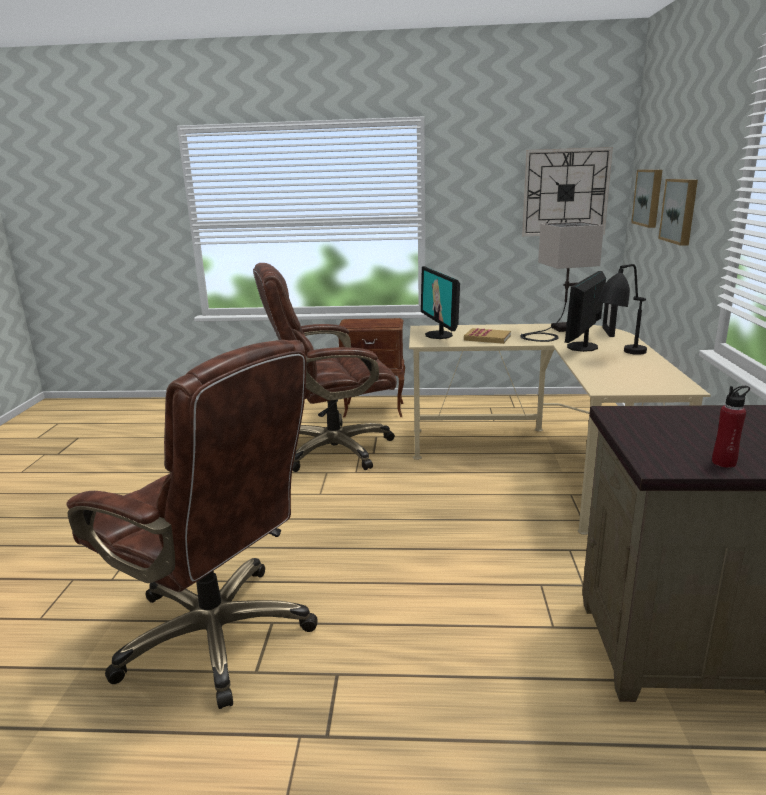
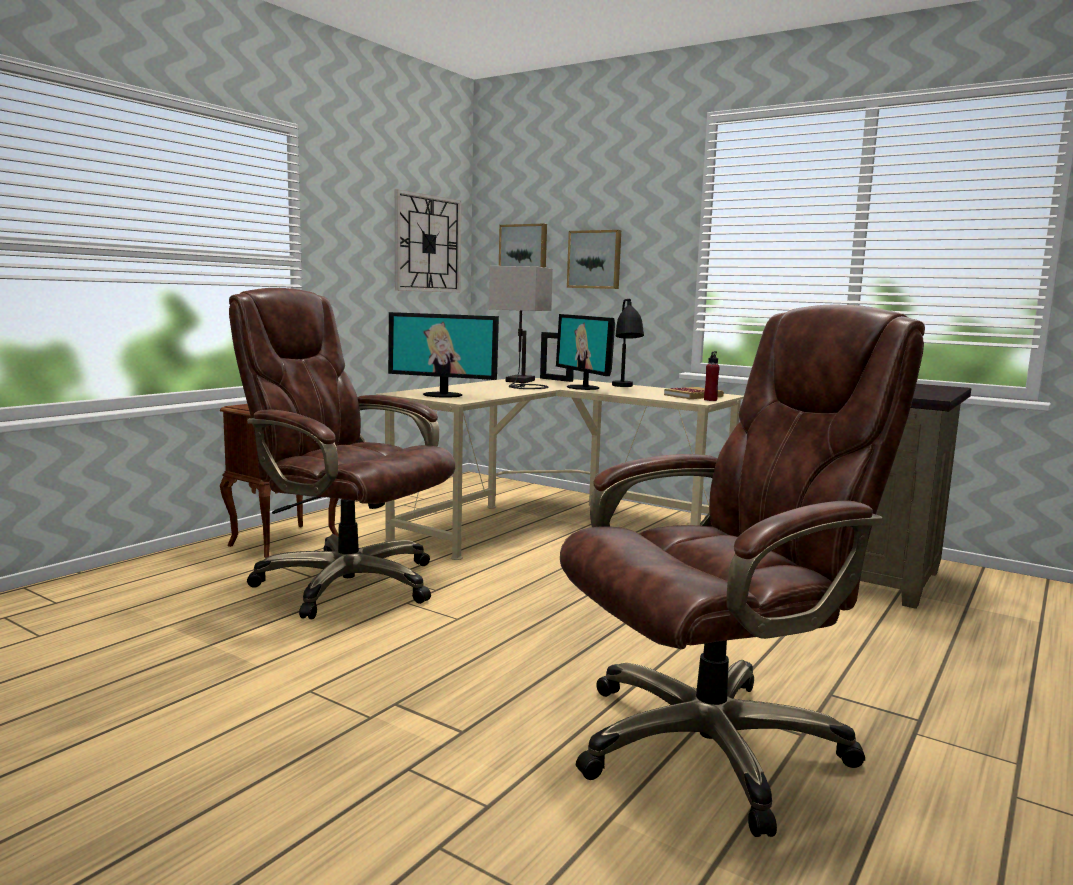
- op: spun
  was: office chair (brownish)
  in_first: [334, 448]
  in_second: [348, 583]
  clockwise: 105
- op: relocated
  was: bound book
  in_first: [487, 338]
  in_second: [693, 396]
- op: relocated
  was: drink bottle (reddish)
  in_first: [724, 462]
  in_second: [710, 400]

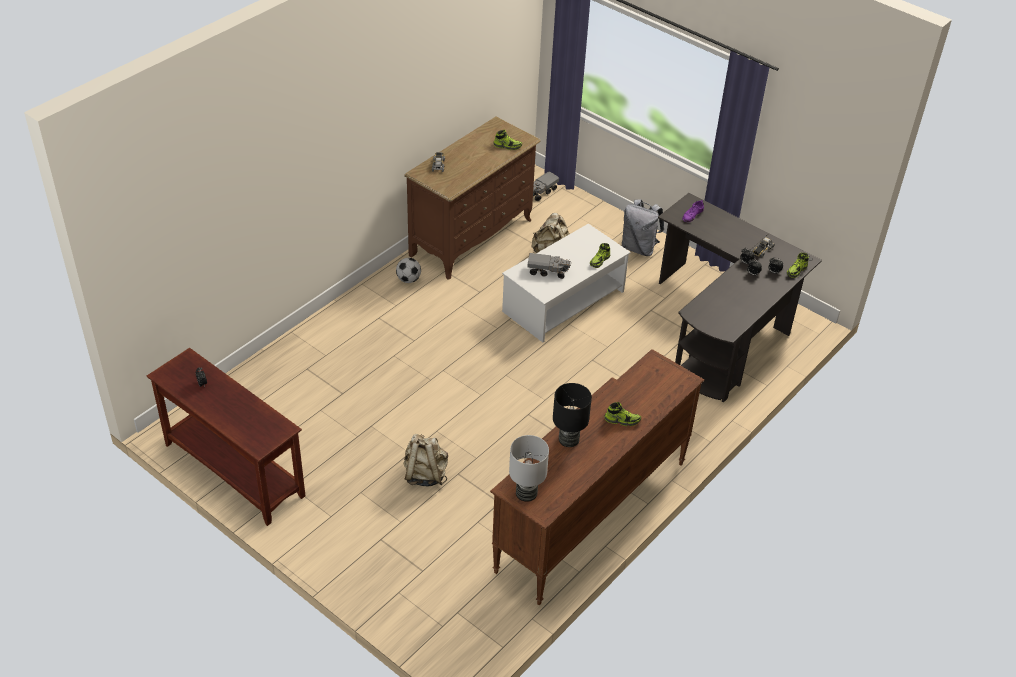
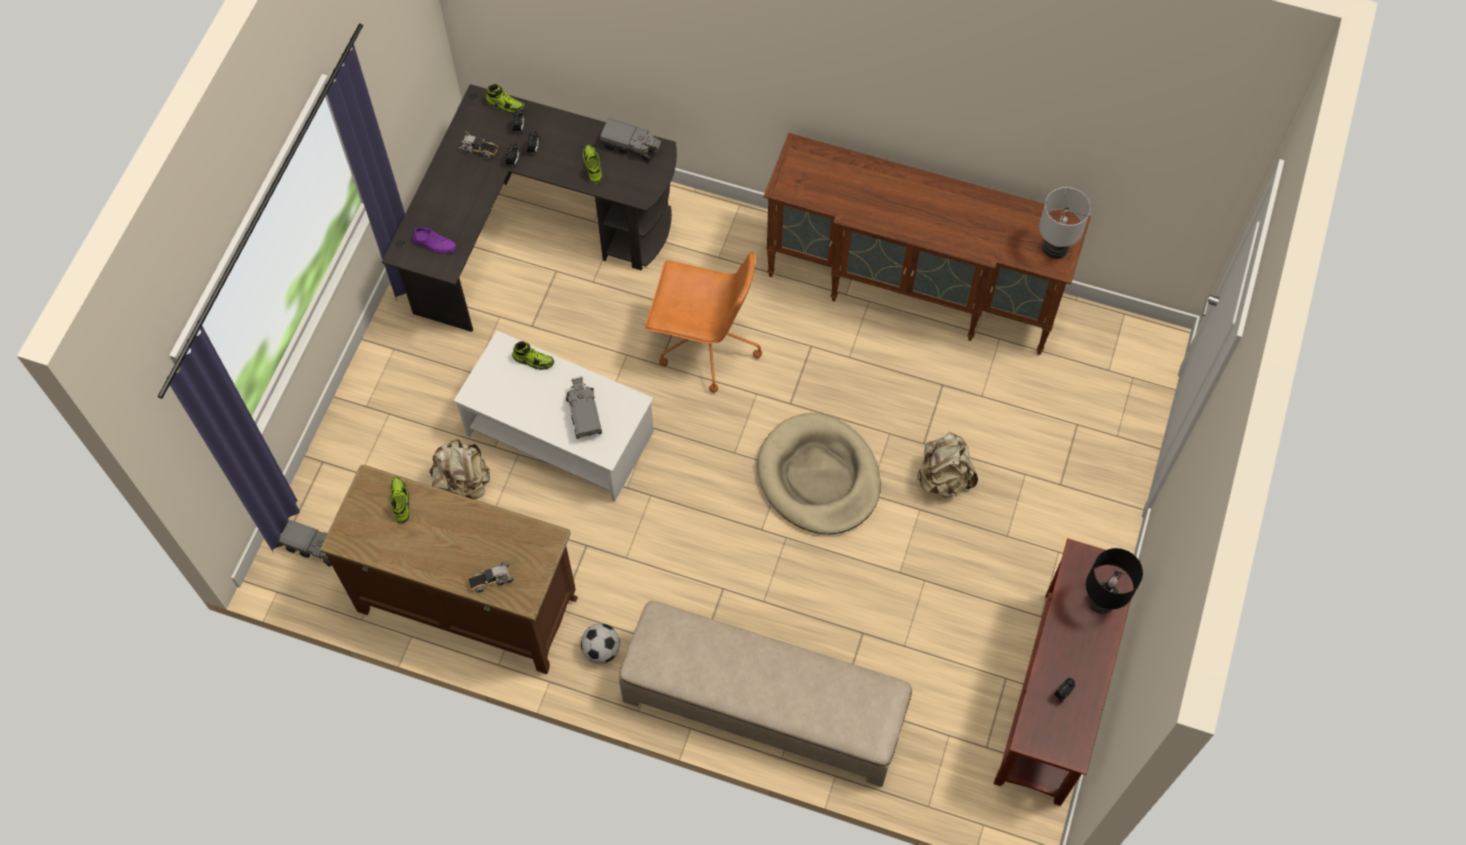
- op: missing
  was: knapsack (grey)
  in_first: [639, 248]
- op: relocated
  was: tabletop lamp (black)
  in_first: [569, 439]
  in_second: [1101, 600]
- op: relocated
  was: shoe
  in_first: [622, 420]
  in_second: [592, 167]
- op: appeared
  now: model truck
  in_second: [632, 146]
- op: appeared
  now: office chair (orange-coloured)
  in_second: [704, 346]
- op: appeared
  now: dog bed (beige)
  in_second: [818, 477]
- op: appeared
  now: bench (beige)
  in_second: [762, 705]

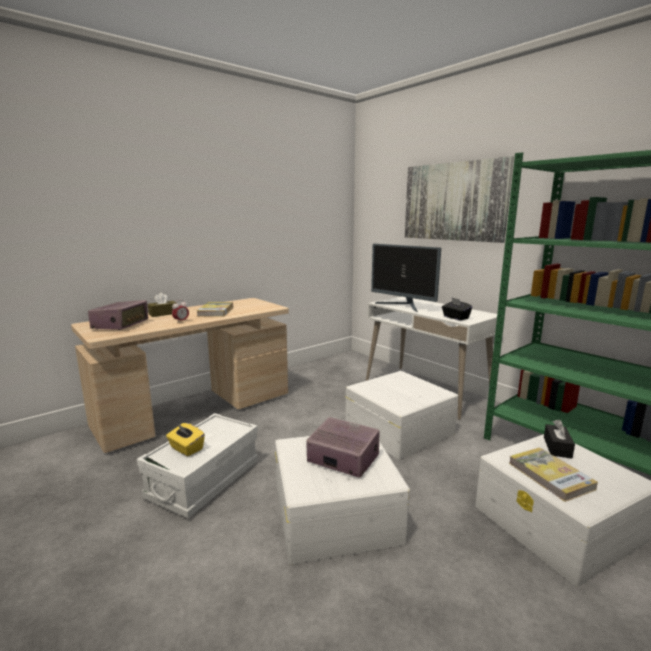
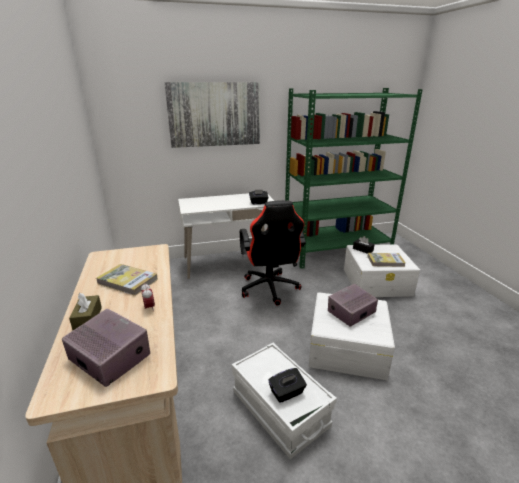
- op: missing
  was: computer screen
  in_first: [403, 306]
- op: exchanged
  was: storage bin (white)
  now: office chair (black)
  in_first: [398, 428]
  in_second: [270, 291]
- op: colour
  was: tissue holder (yellowish)
  now: tissue holder (black)
  in_first: [186, 449]
  in_second: [287, 393]

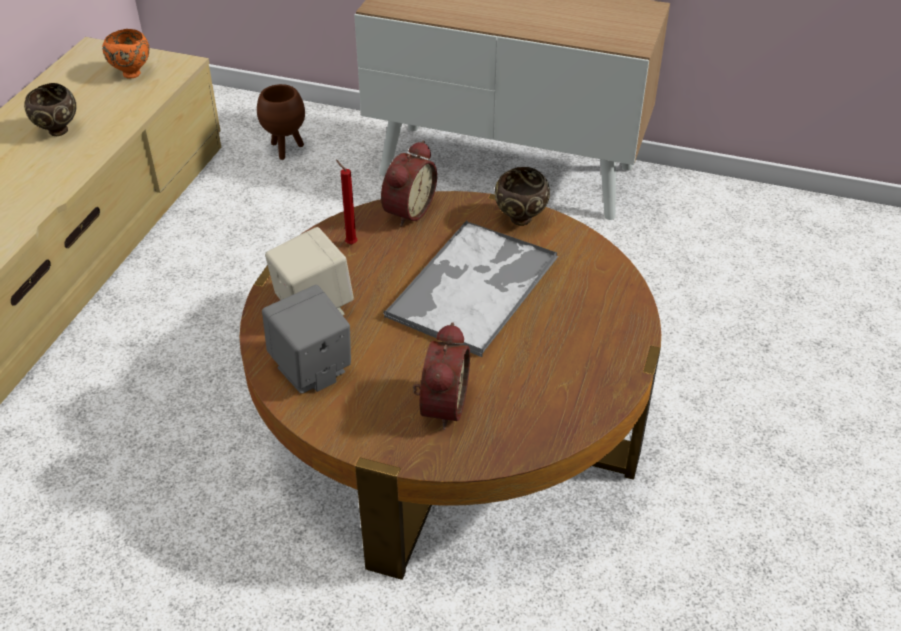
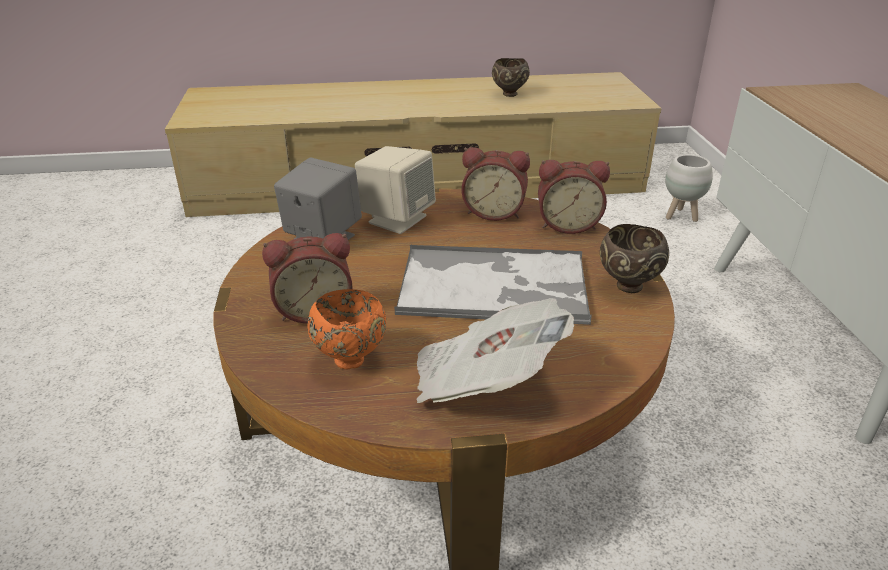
- op: relocated
  was: deep dish (orange-coloured)
  in_first: [131, 73]
  in_second: [351, 359]
- op: colour
  was: plant pot (brownish)
  now: plant pot (white)
  in_first: [285, 150]
  in_second: [680, 216]
- op: exchanged
  was: wax candle (reddish)
  now: alarm clock
  in_first: [350, 243]
  in_second: [494, 212]
- op: appeared
  now: newspaper
  in_second: [484, 382]

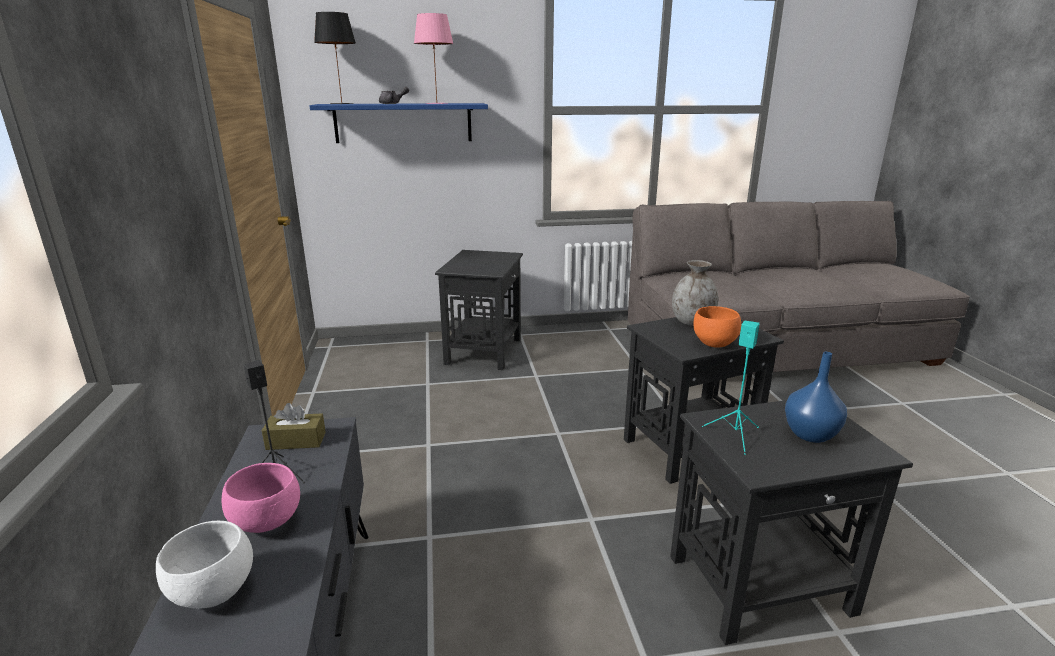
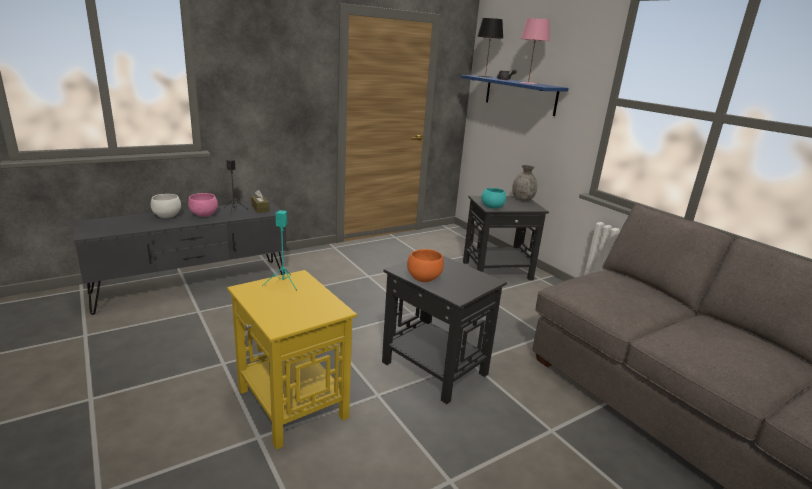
- op: relocated
  was: vase (grey)
  in_first: [692, 322]
  in_second: [522, 199]
- op: missing
  was: vase (bluish)
  in_first: [810, 435]
- op: colour
  was: side table (black)
  now: side table (yellowish)
  in_first: [761, 584]
  in_second: [292, 404]
- op: appeared
  now: deep dish (blue-green)
  in_second: [492, 207]

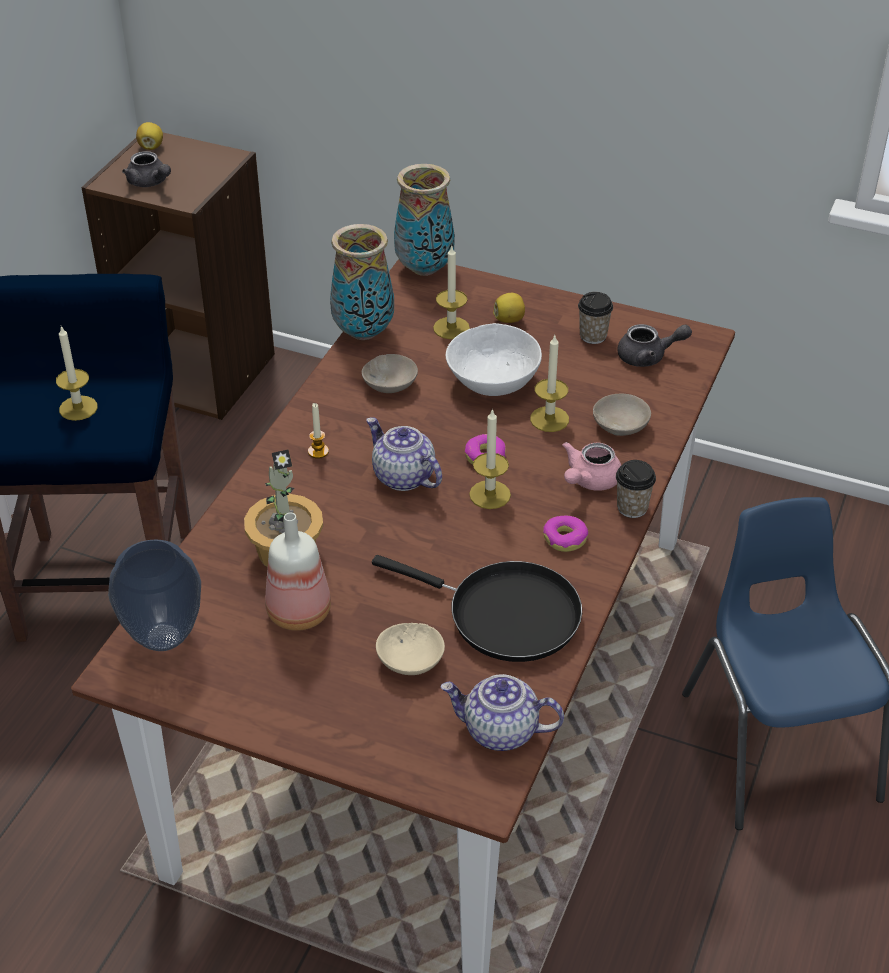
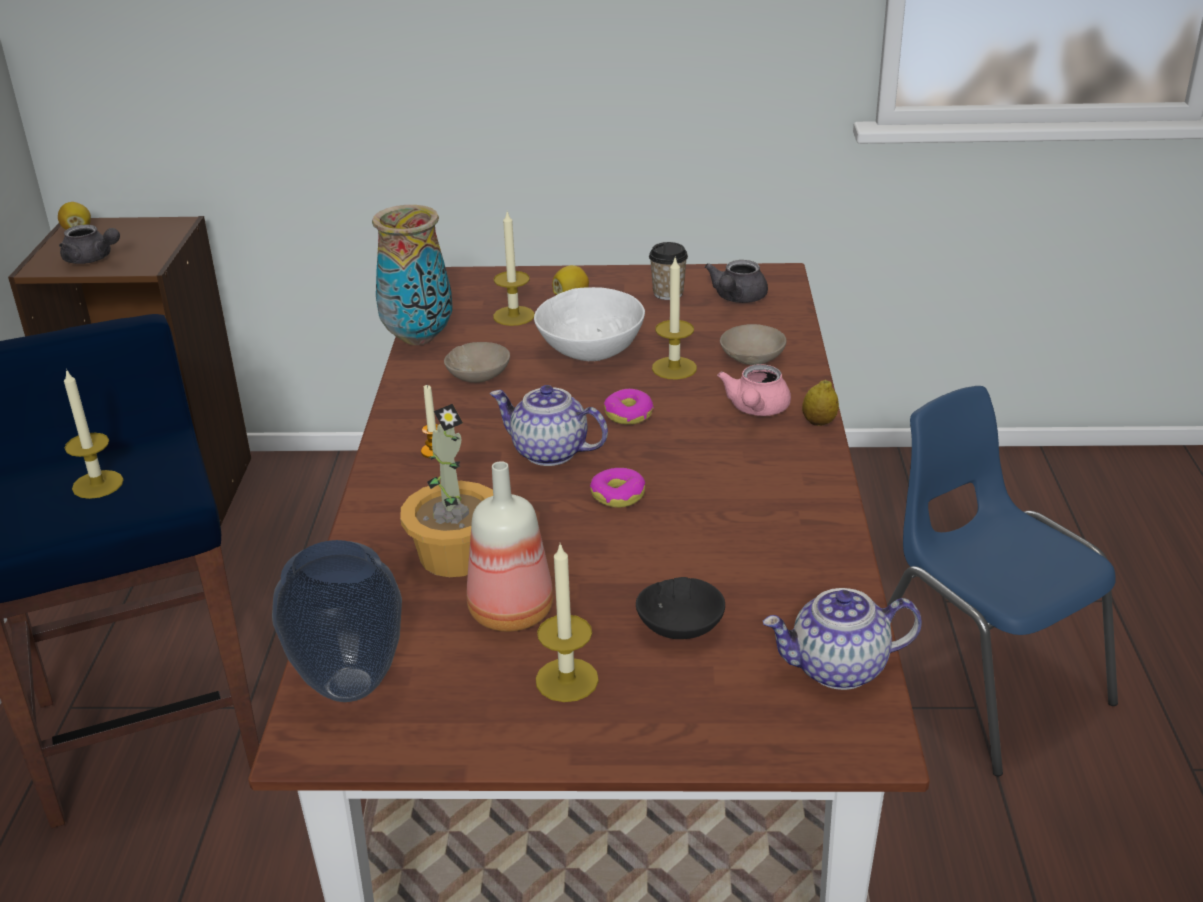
- op: missing
  was: vase
  in_first: [424, 268]
- op: spun
  was: teapot (grey)
  in_first: [648, 357]
  in_second: [737, 298]
  clockwise: 135
- op: relocated
  was: wax candle
  in_first: [490, 494]
  in_second: [567, 680]
- op: exchanged
  was: small cup
  now: citrus fruit
  in_first: [632, 508]
  in_second: [819, 422]
- op: relocated
  was: ring doughnut
  in_first: [565, 539]
  in_second: [618, 495]
- op: missing
  was: skillet (black)
  in_first: [505, 615]
- op: colour
  was: deep dish (beige)
  now: deep dish (black)
  in_first: [409, 662]
  in_second: [680, 627]

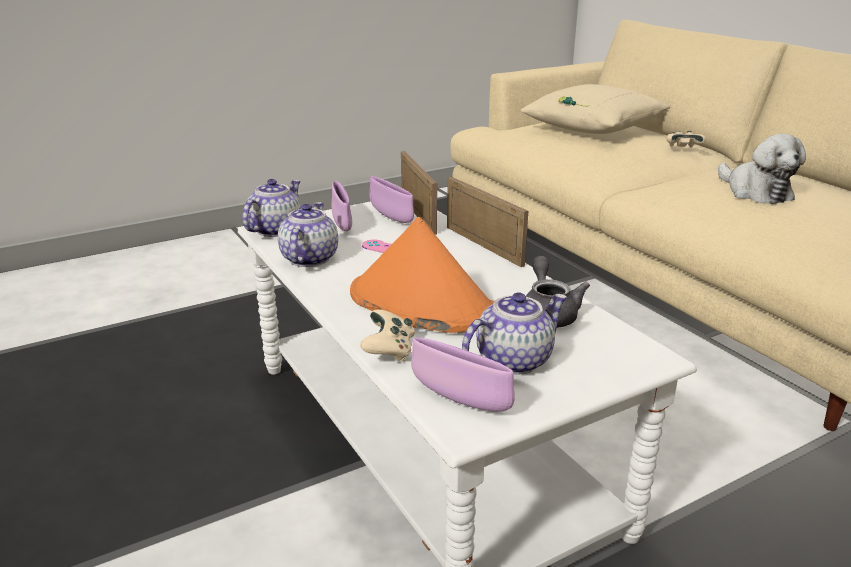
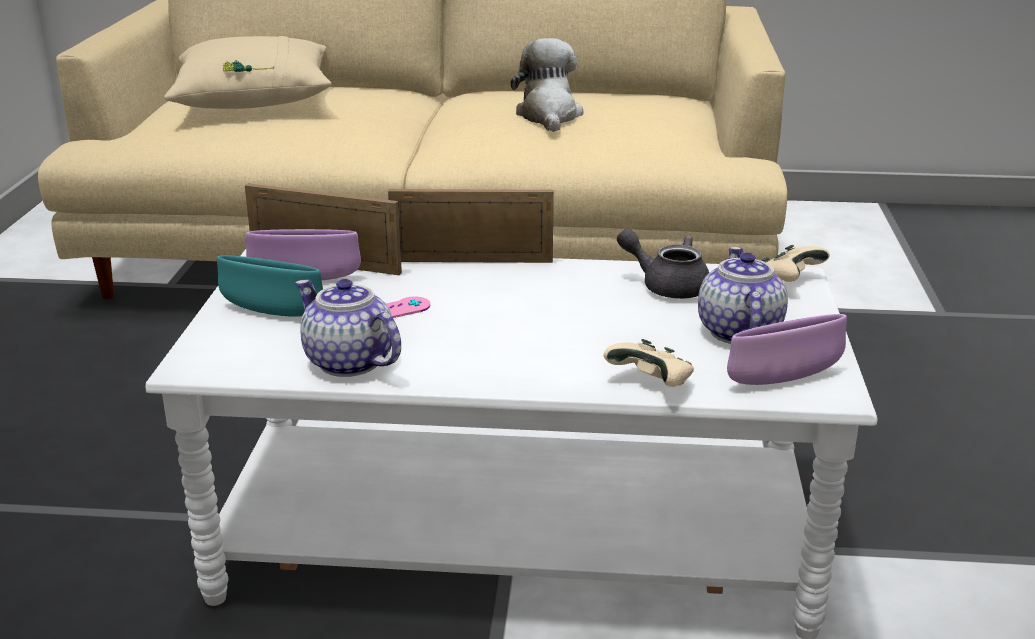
- op: relocated
  was: joypad (beige)
  in_first: [682, 148]
  in_second: [789, 281]
- op: spun
  was: plush toy
  in_first: [755, 192]
  in_second: [549, 116]
  clockwise: -105
- op: missing
  was: teapot
  in_first: [275, 230]
- op: colour
  was: deep dish (purplish)
  now: deep dish (blue-green)
  in_first: [342, 224]
  in_second: [273, 313]
- op: missing
  was: clothing hat (orange-coloured)
  in_first: [422, 304]

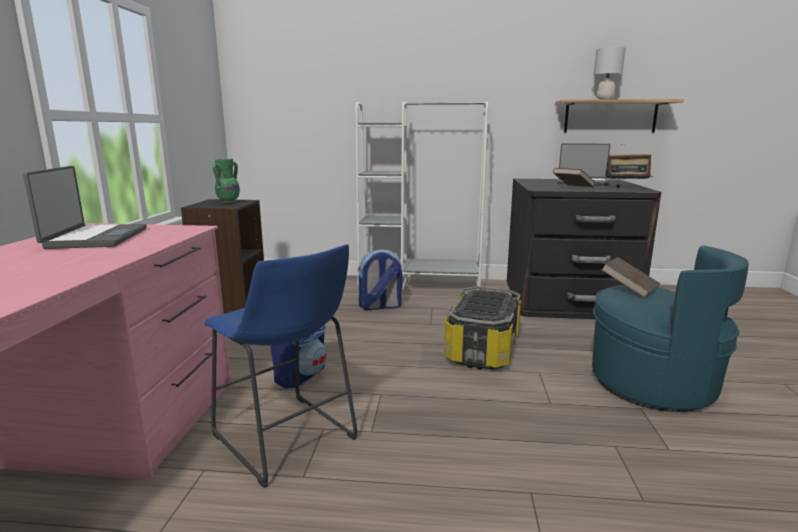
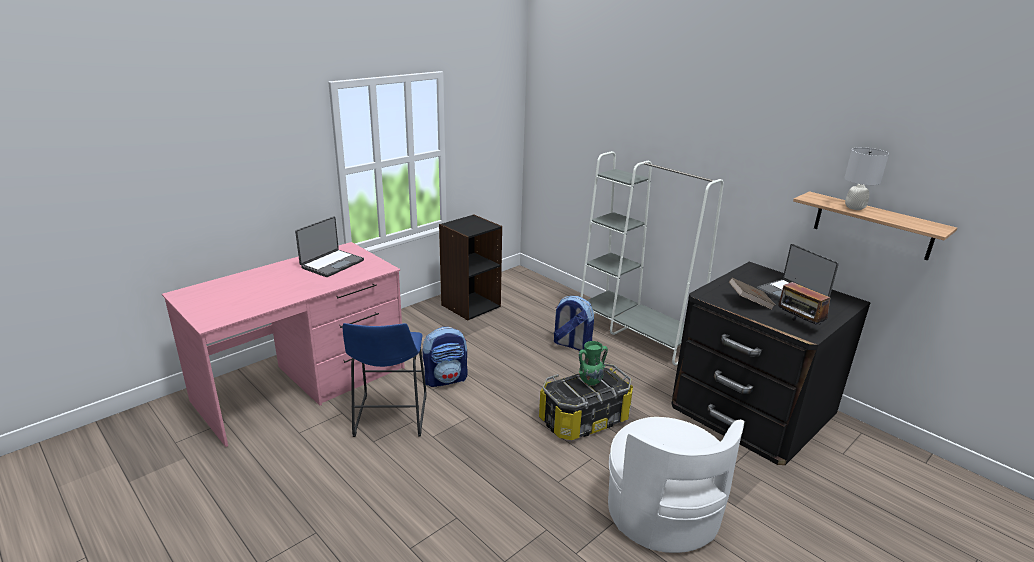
- op: relocated
  was: vase (green-coloured)
  in_first: [228, 202]
  in_second: [590, 382]
- op: colour
  was: lounge chair (blue-green)
  now: lounge chair (white)
  in_first: [651, 382]
  in_second: [662, 513]
- op: missing
  was: bound book (brownish)
  in_first: [629, 288]

